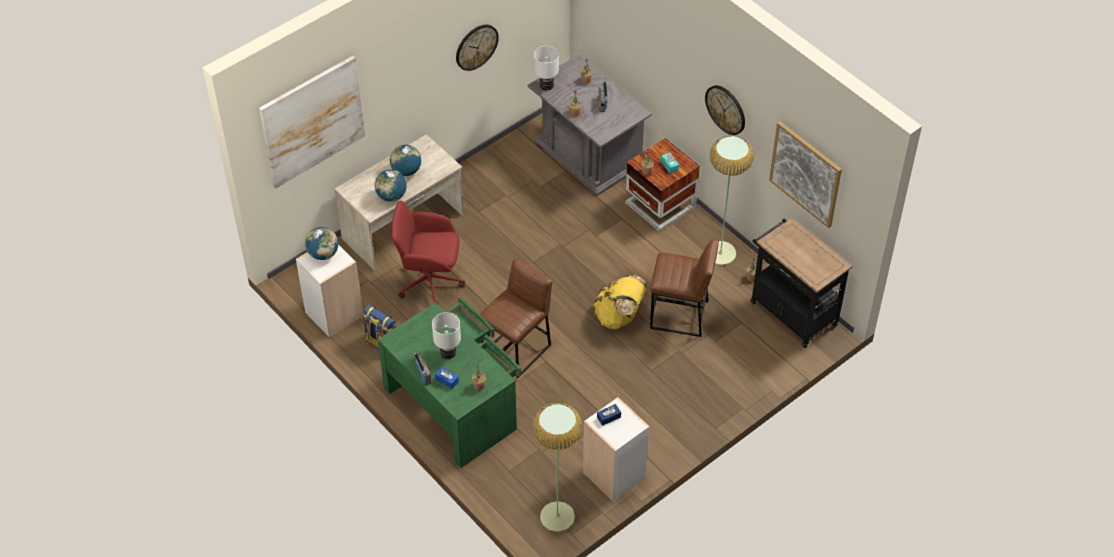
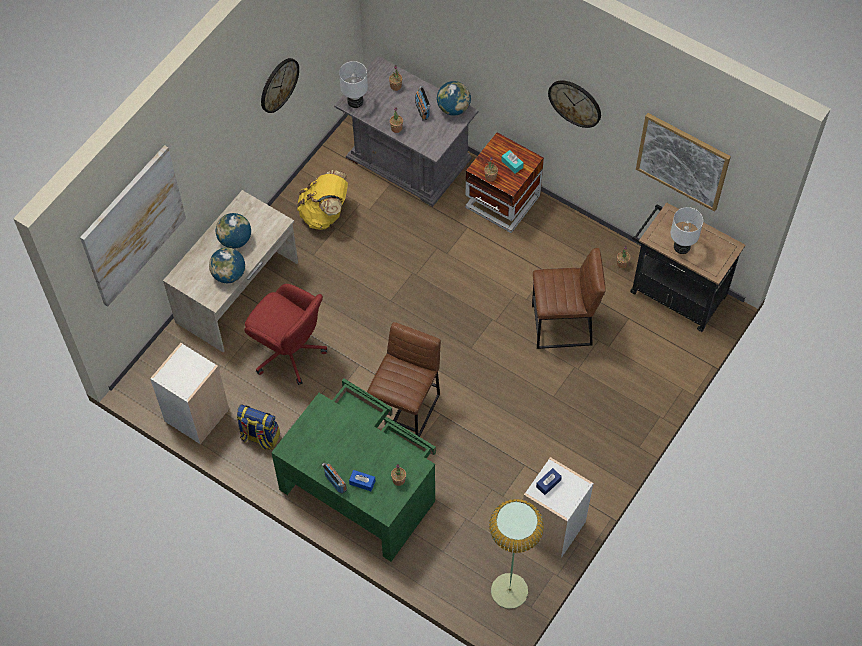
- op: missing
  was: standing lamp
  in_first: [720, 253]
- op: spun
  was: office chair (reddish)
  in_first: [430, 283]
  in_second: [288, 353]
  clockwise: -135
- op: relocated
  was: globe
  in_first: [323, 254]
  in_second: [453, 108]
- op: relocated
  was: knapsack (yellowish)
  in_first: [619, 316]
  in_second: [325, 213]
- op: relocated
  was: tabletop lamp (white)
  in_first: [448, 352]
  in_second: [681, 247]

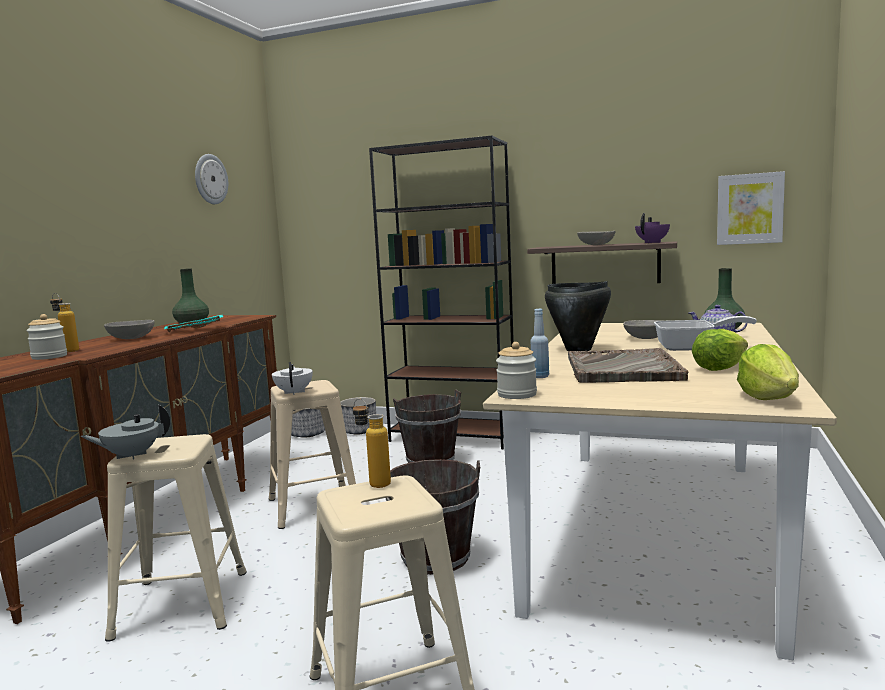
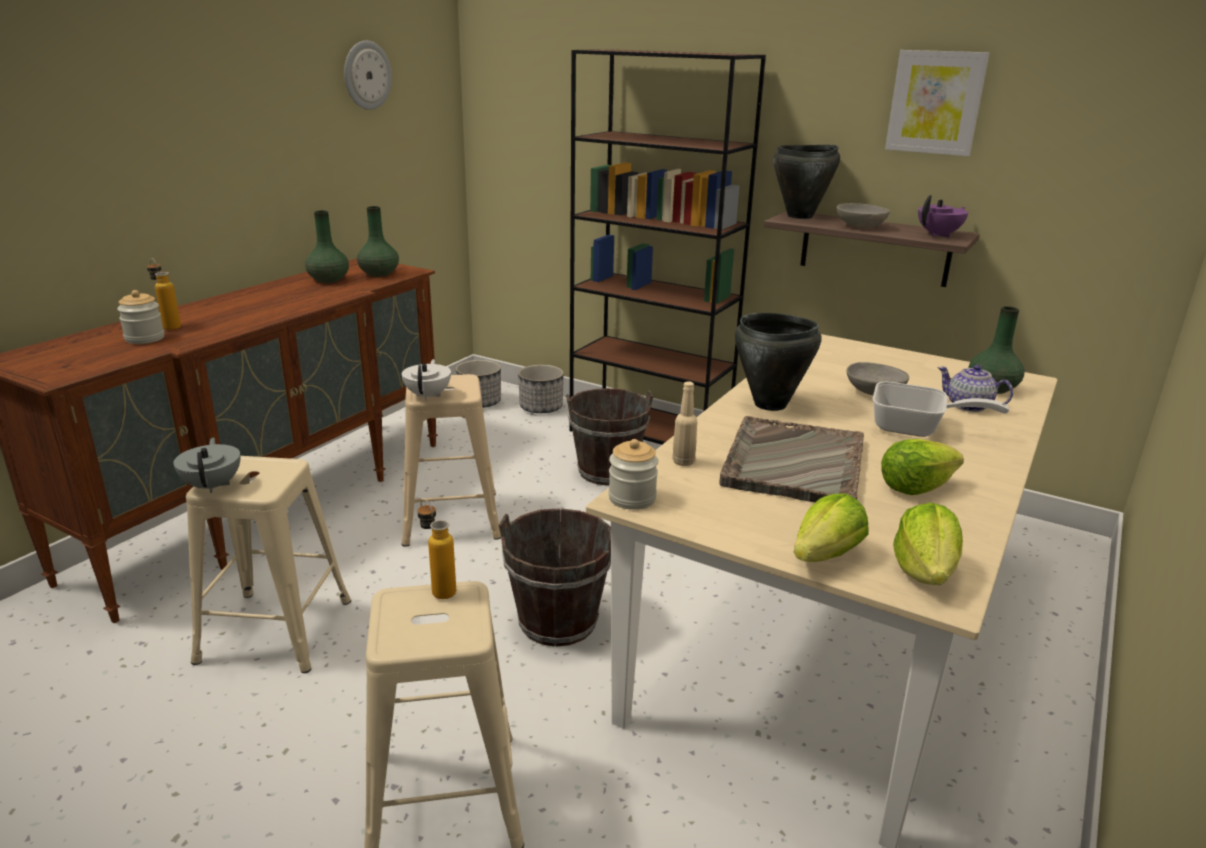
- op: relocated
  was: picture
  in_first: [749, 209]
  in_second: [935, 102]
- op: colour
  was: drink bottle (bluish)
  now: drink bottle (beige)
  in_first: [540, 377]
  in_second: [683, 462]
- op: missing
  was: serving tray (blue-green)
  in_first: [194, 330]
- op: missing
  was: deep dish (grey)
  in_first: [131, 338]
- op: spun
  was: teapot (grey)
  in_first: [131, 456]
  in_second: [213, 485]
  clockwise: 90
- op: appeared
  now: stockpot (black)
  in_second: [800, 216]
- op: appeared
  now: vase (green-coloured)
  in_second: [379, 274]
- op: appeared
  now: lettuce head
  in_second: [826, 556]

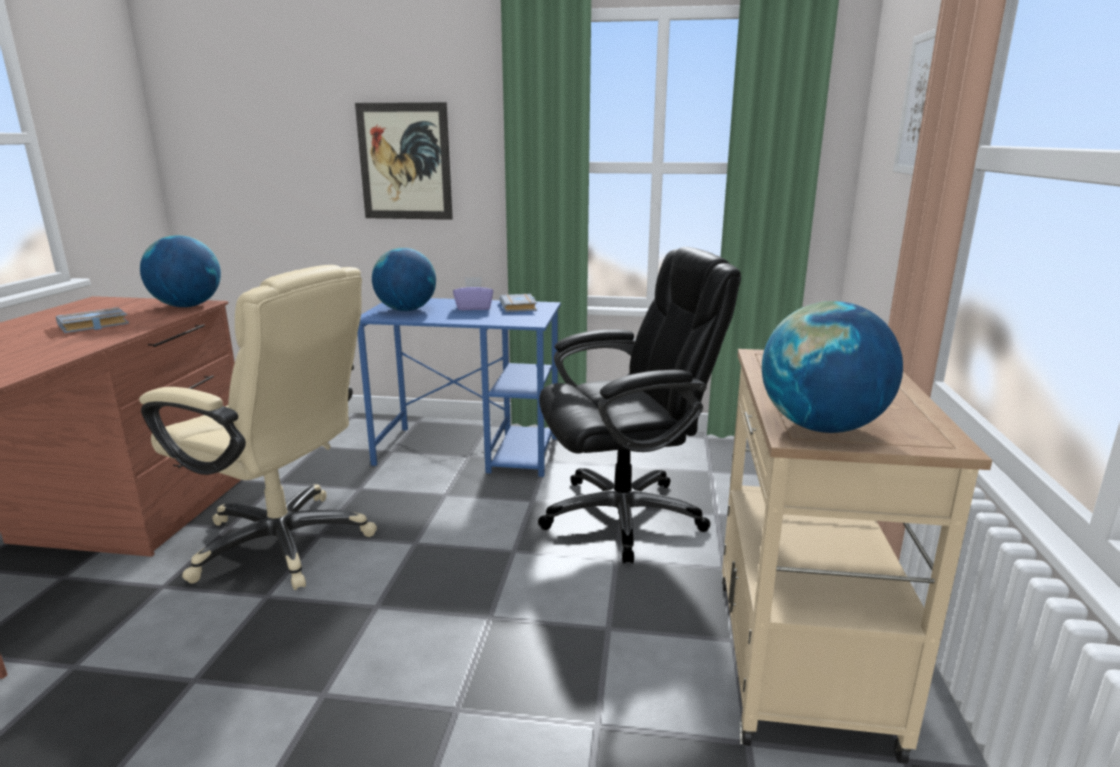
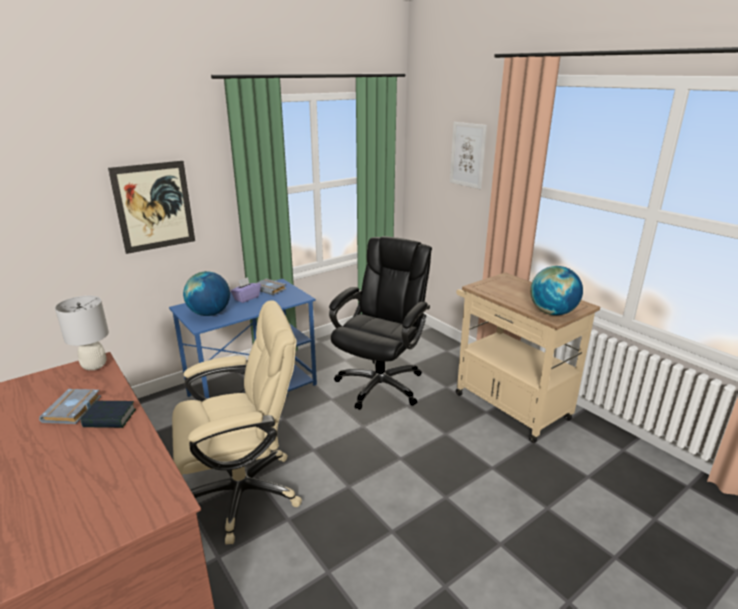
- op: exchanged
  was: globe
  now: tabletop lamp (grey)
  in_first: [187, 306]
  in_second: [94, 367]
- op: appeared
  now: bound book
  in_second: [110, 418]

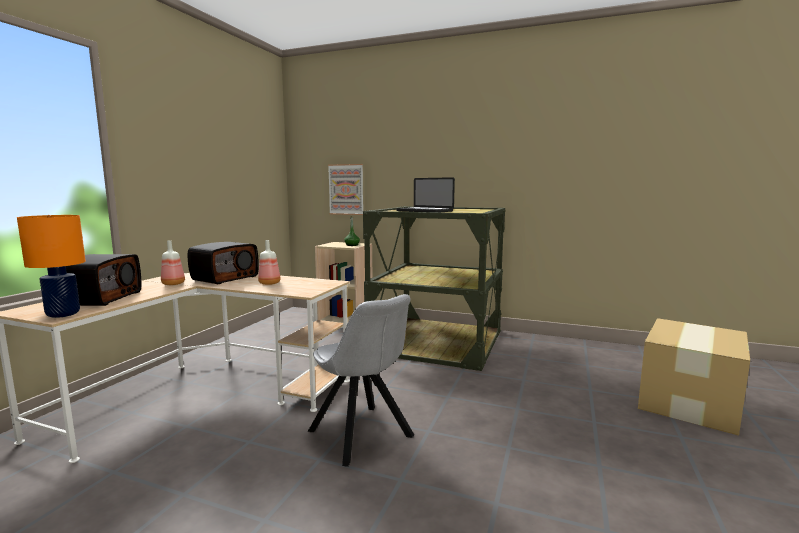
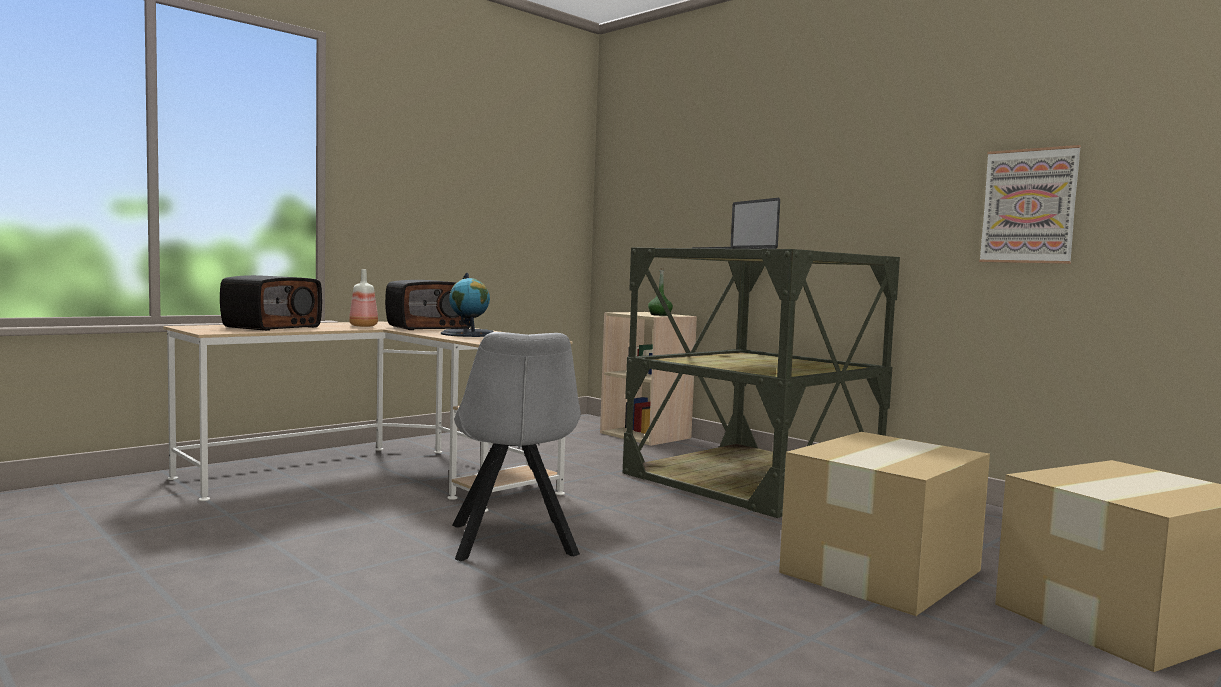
- op: relocated
  was: picture
  in_first: [346, 189]
  in_second: [1029, 206]
- op: missing
  was: tabletop lamp (orange-coloured)
  in_first: [62, 315]
- op: exchanged
  was: drink bottle
  now: globe
  in_first: [270, 283]
  in_second: [469, 334]
- op: appeared
  now: packing box
  in_second: [883, 571]

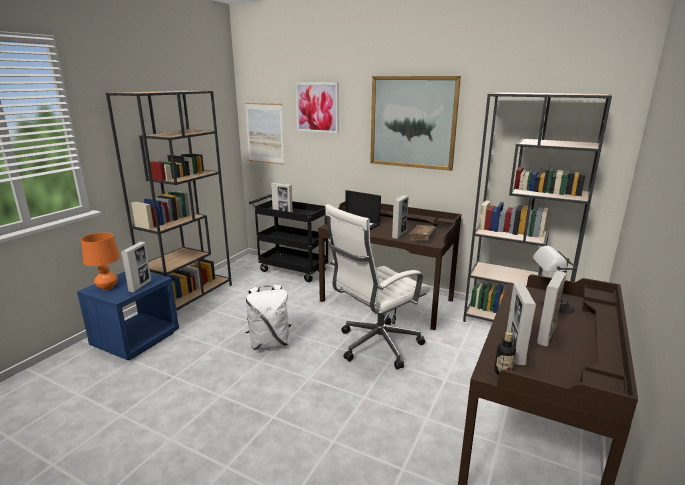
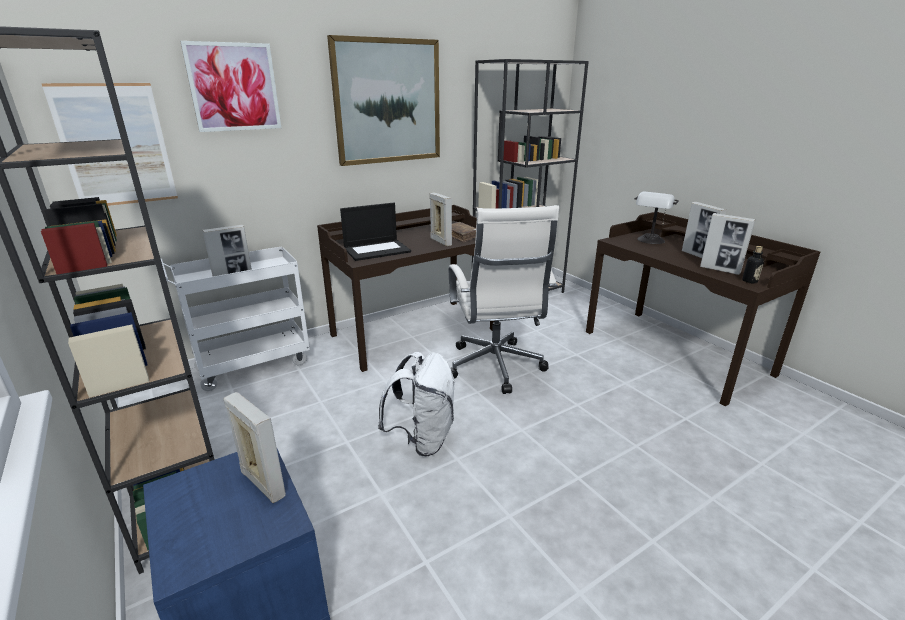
- op: colour
  was: trolley (black)
  now: trolley (white)
  in_first: [291, 271]
  in_second: [250, 368]
- op: missing
  was: tabletop lamp (orange-coloured)
  in_first: [107, 287]

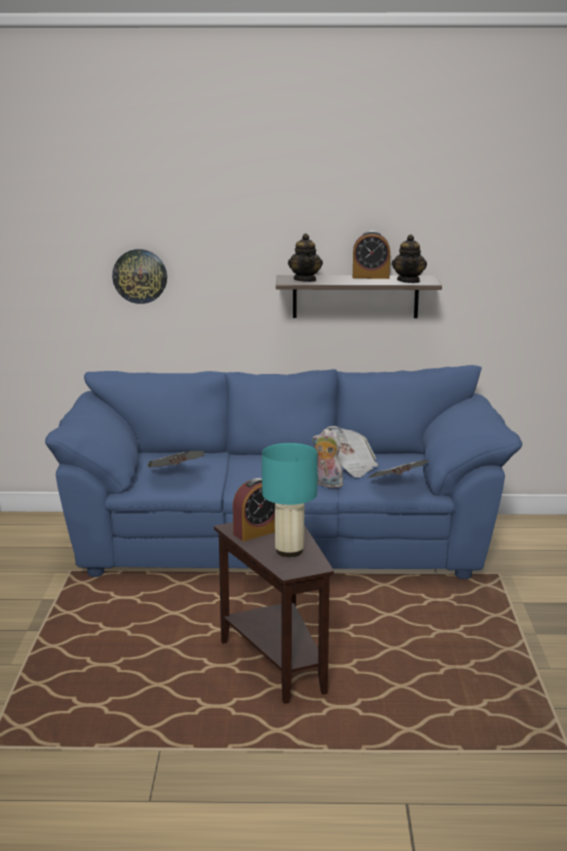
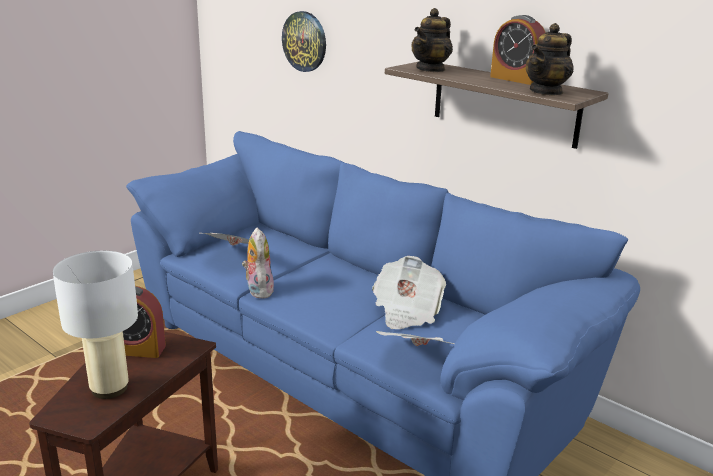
- op: relocated
  was: plush toy
  in_first: [326, 484]
  in_second: [258, 290]
- op: colour
  was: tabletop lamp (blue-green)
  now: tabletop lamp (white)
  in_first: [290, 551]
  in_second: [110, 389]

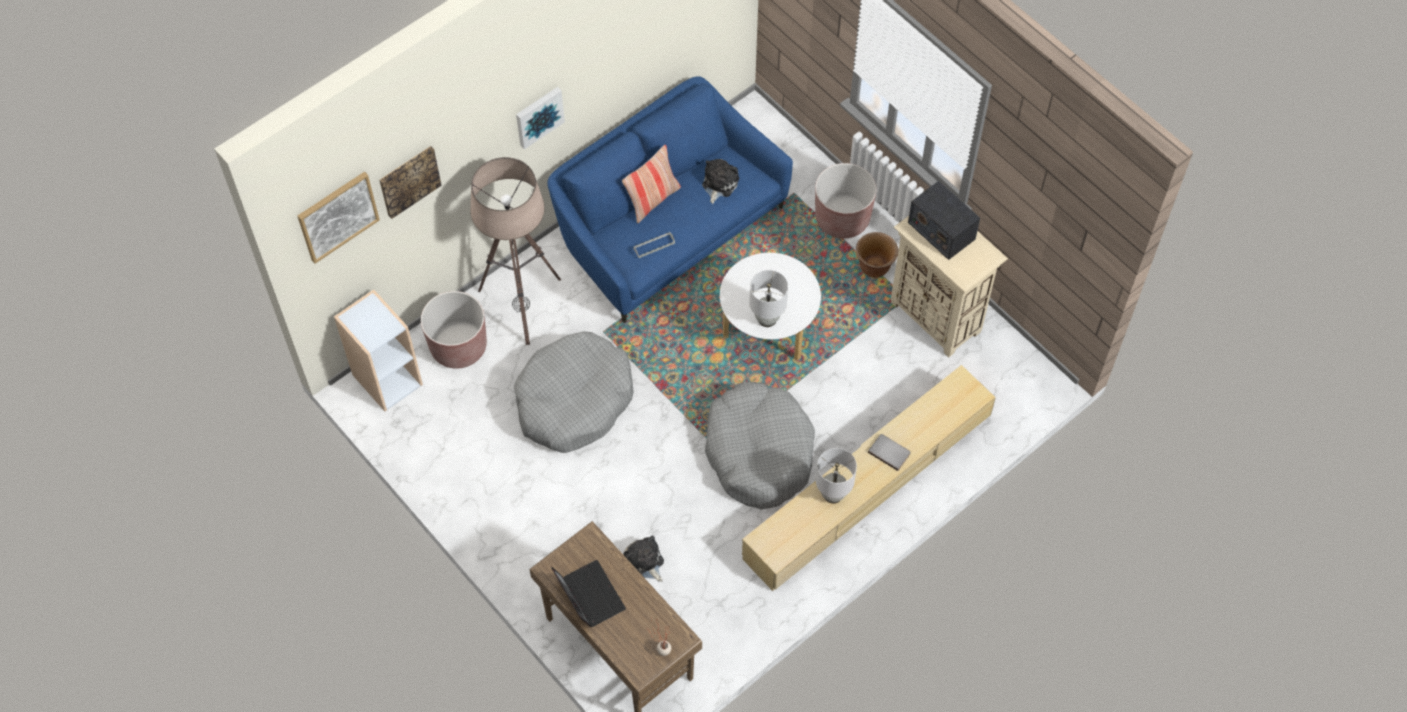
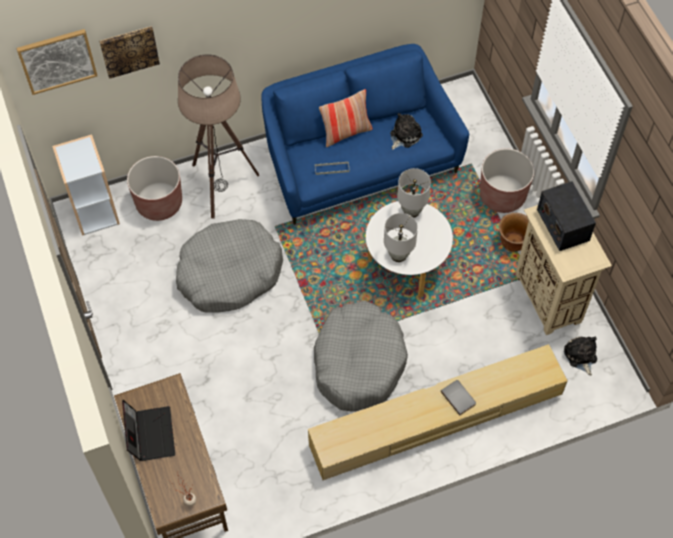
- op: missing
  was: picture
  in_first: [538, 116]
- op: relocated
  was: tabletop lamp (white)
  in_first: [833, 494]
  in_second: [411, 211]
- op: relocated
  was: plush toy
  in_first: [644, 562]
  in_second: [580, 356]

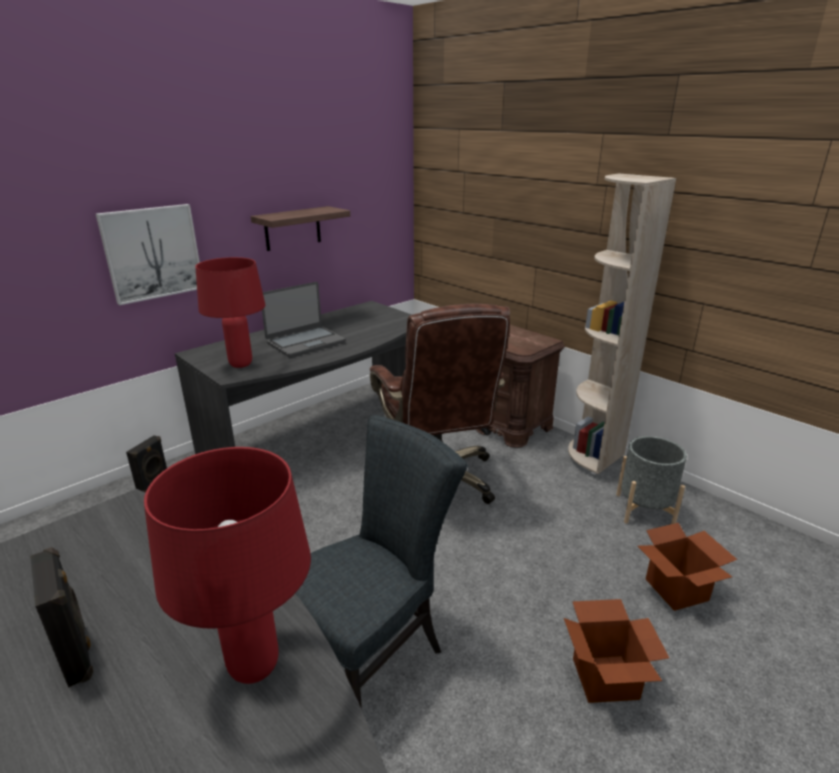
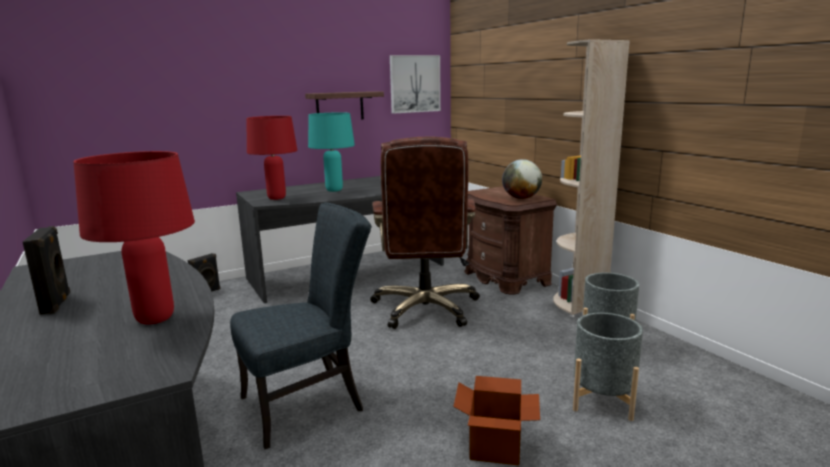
- op: relocated
  was: picture
  in_first: [152, 253]
  in_second: [415, 84]
- op: exchanged
  was: laptop
  now: tabletop lamp (blue-green)
  in_first: [305, 342]
  in_second: [334, 190]
- op: exchanged
  was: packing box
  now: plant pot (grey)
  in_first: [676, 589]
  in_second: [603, 400]
- op: appeared
  now: globe
  in_second: [521, 198]

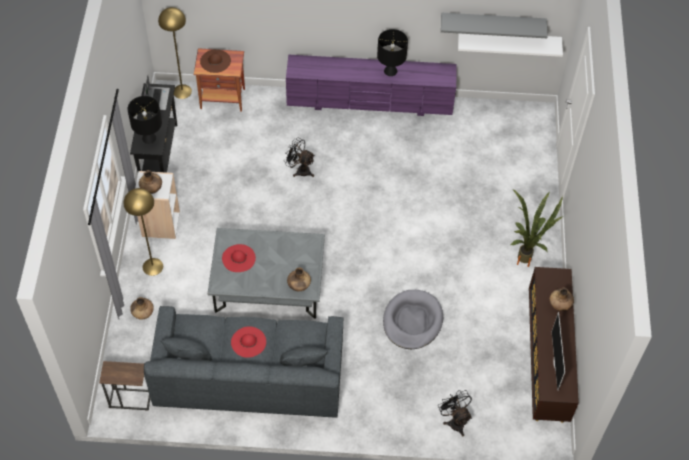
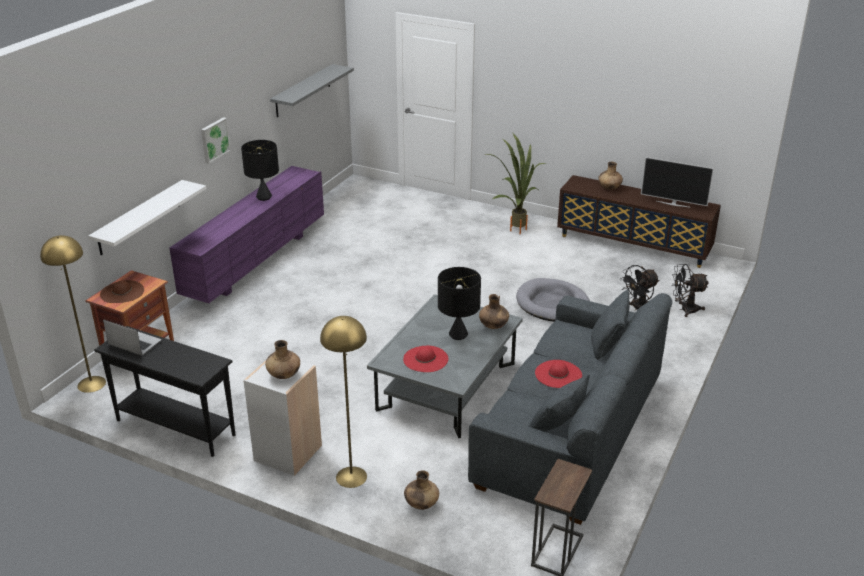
- op: relocated
  was: wall shelf (white)
  in_first: [508, 40]
  in_second: [139, 217]
- op: relocated
  was: tabletop lamp (black)
  in_first: [149, 139]
  in_second: [458, 335]
- op: relocated
  was: electric fan (black)
  in_first: [300, 170]
  in_second: [638, 308]
- op: appeared
  now: picture
  in_second: [214, 139]

